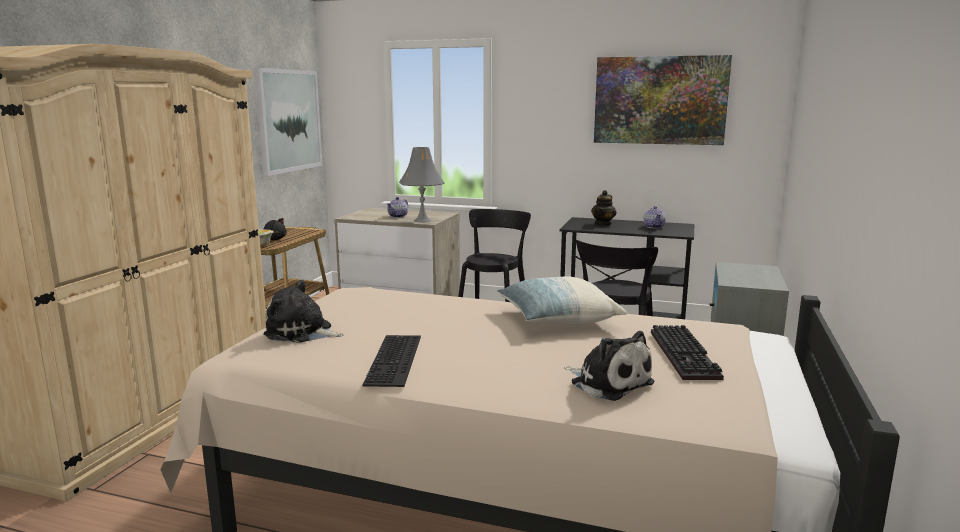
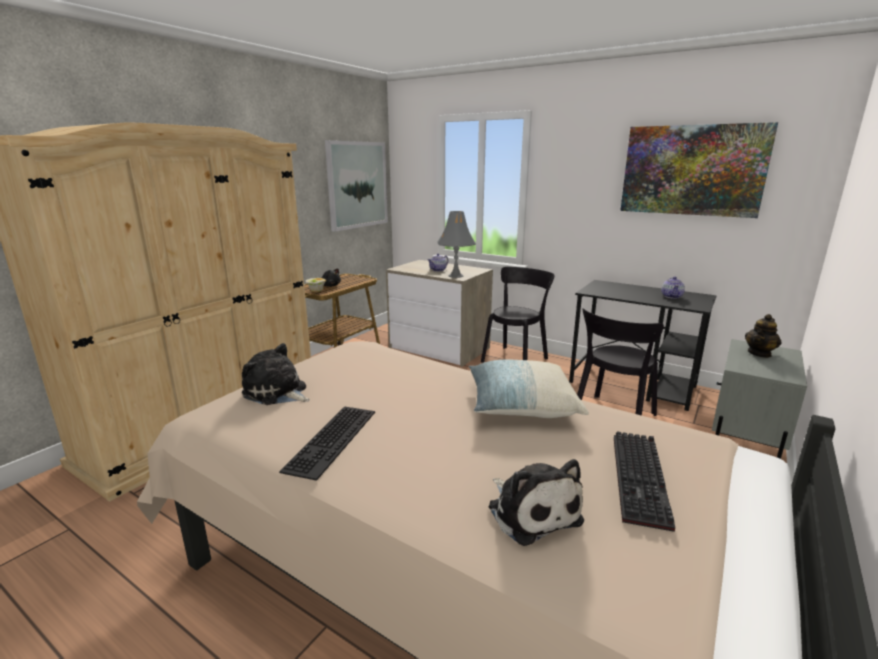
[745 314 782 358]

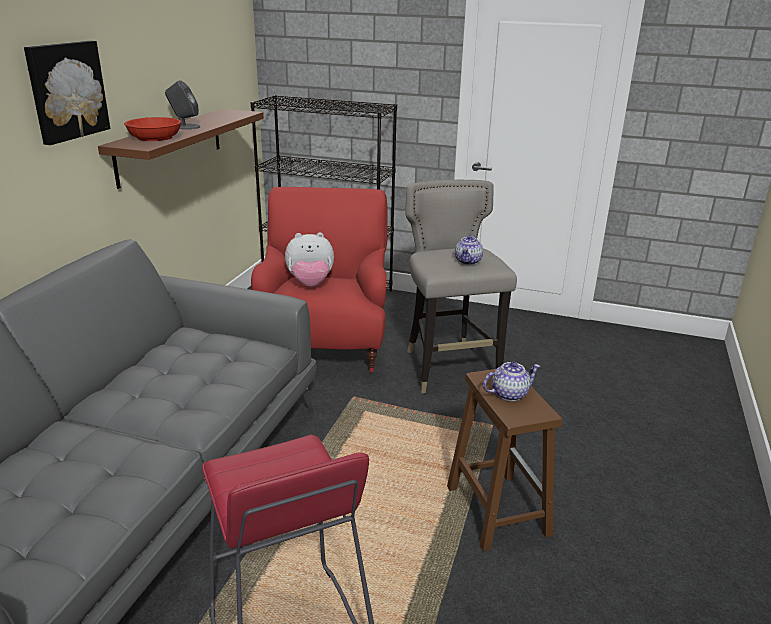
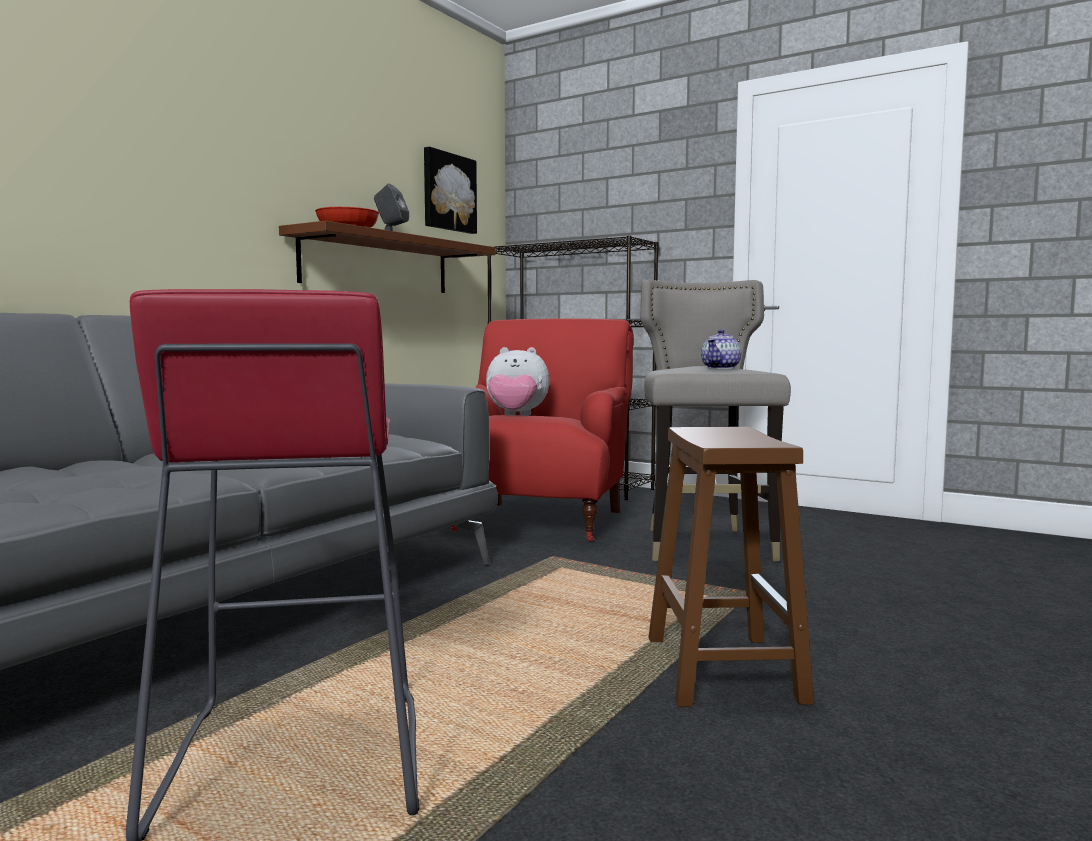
[483 362 541 401] (first image)
[424 147 477 234]

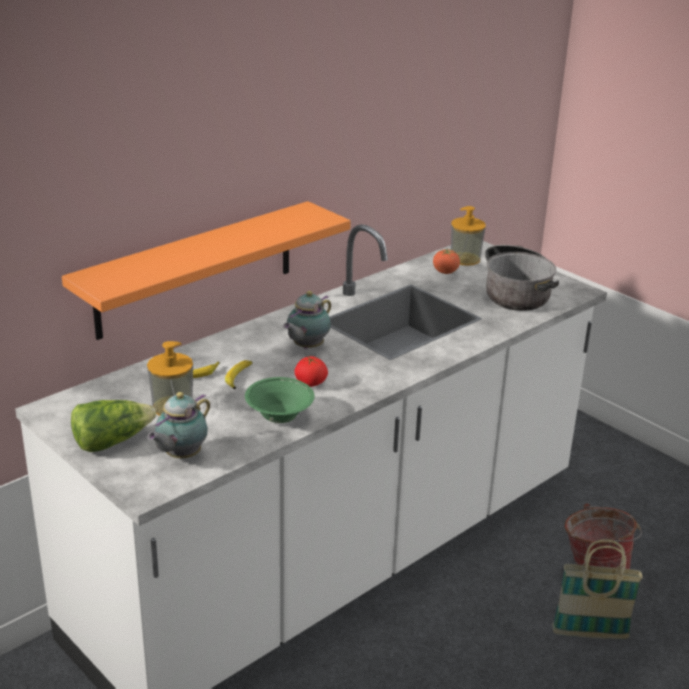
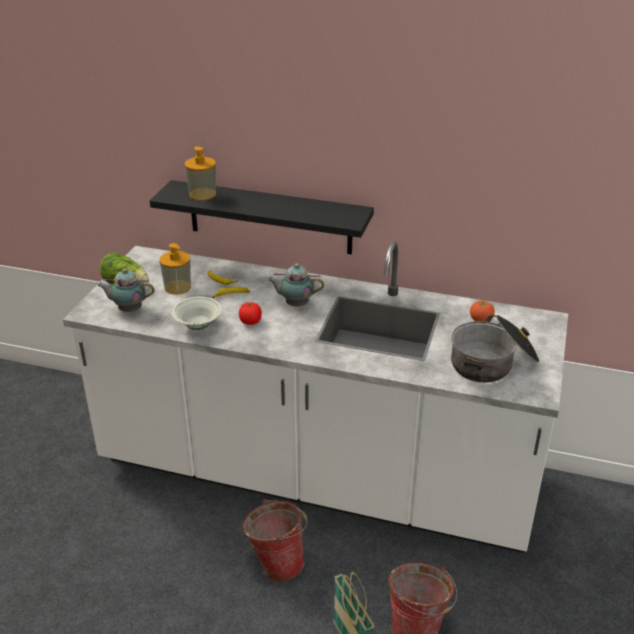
[243 499 308 581]
[185 146 216 200]
[150 180 374 255]
[172 297 221 330]

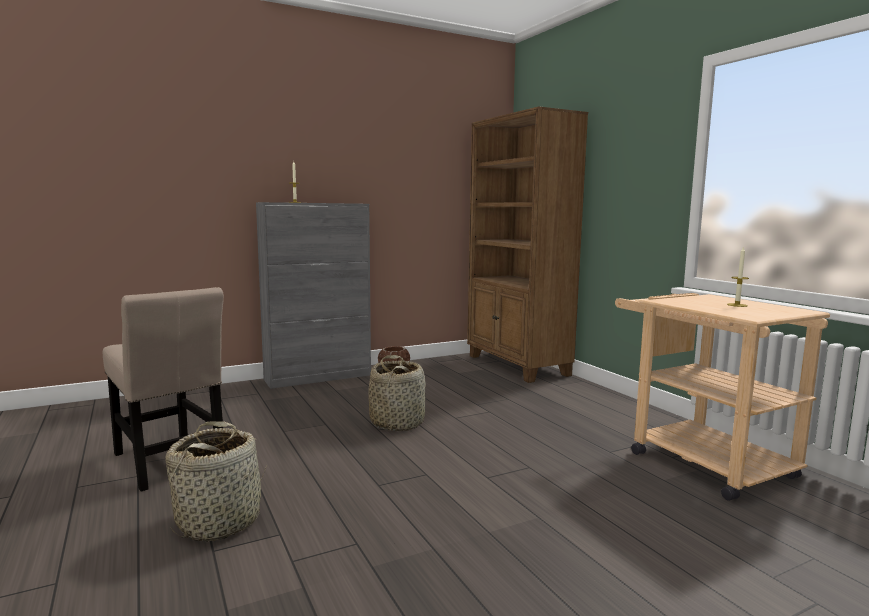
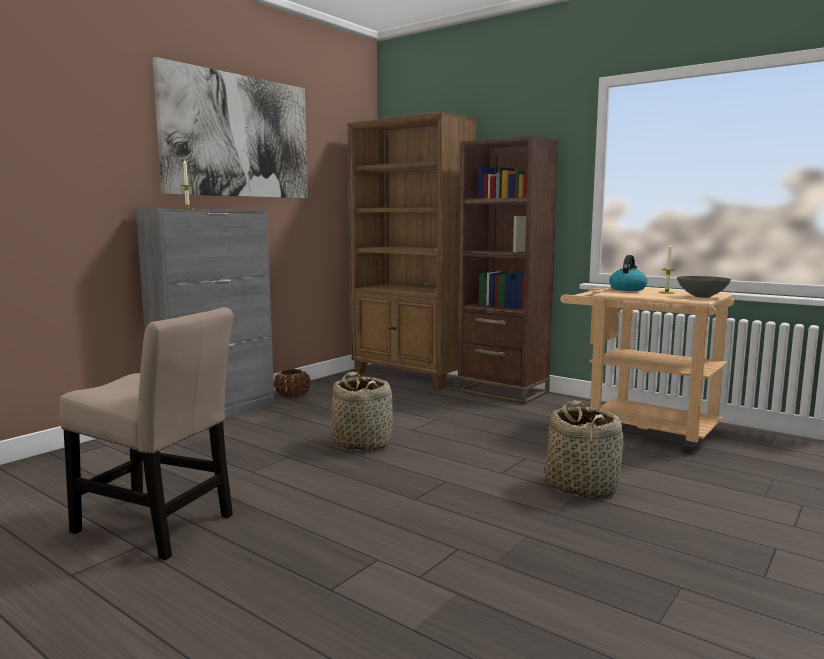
[152 57 308 198]
[457 136 559 405]
[609 255 647 291]
[677 276 731 298]
[545 400 623 498]

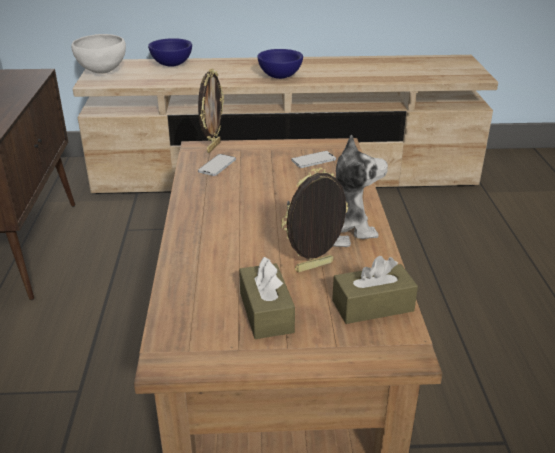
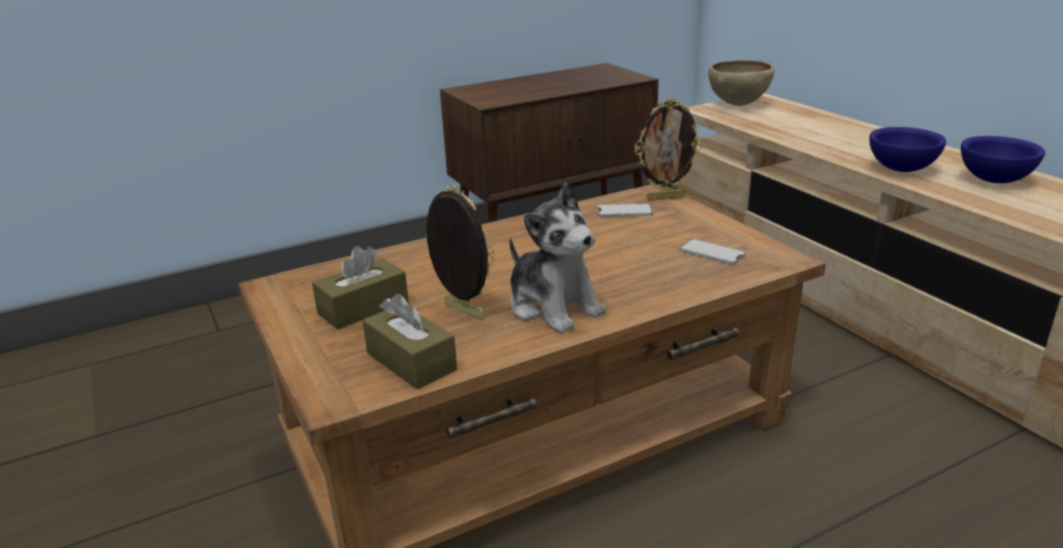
[961 136 1045 183]
[708 60 774 106]

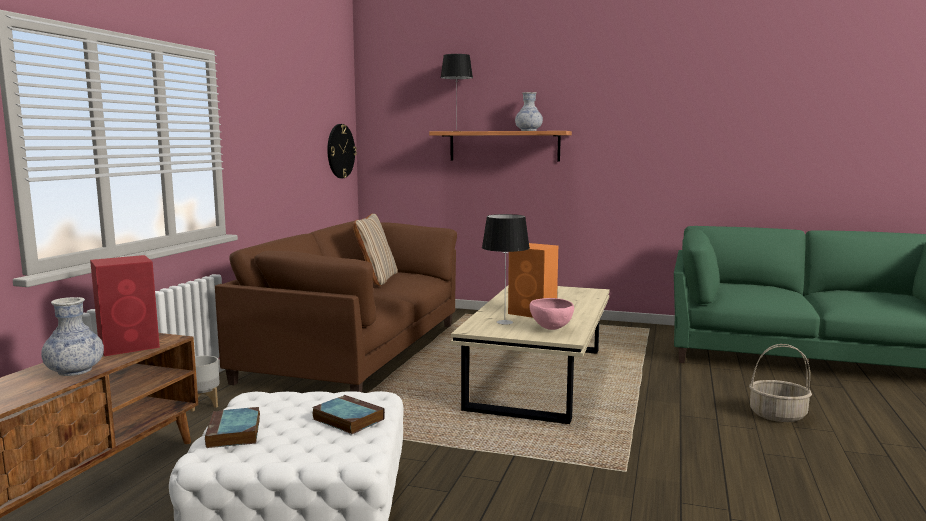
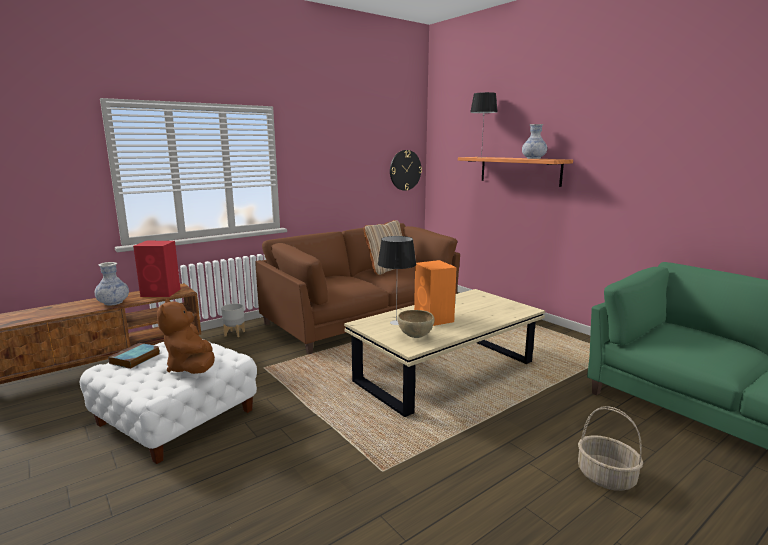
[157 299 215 374]
[397 310 435 338]

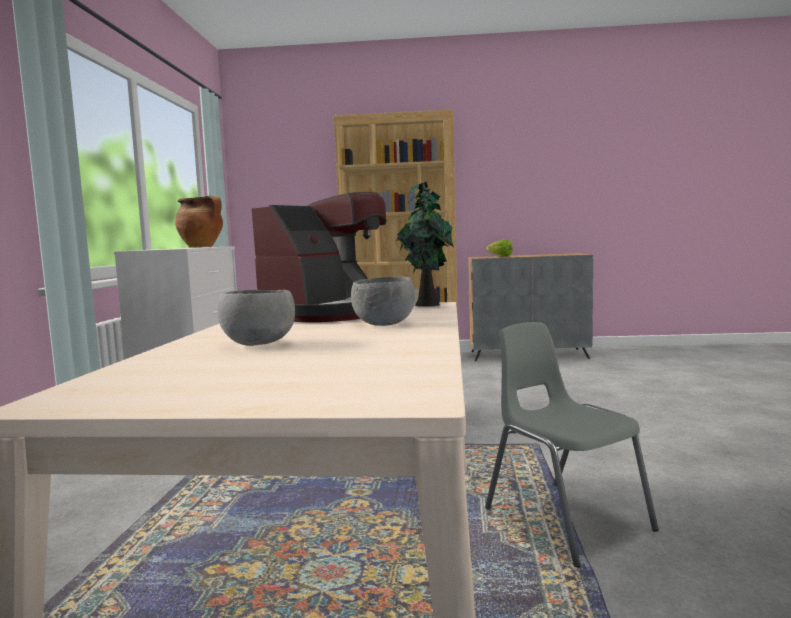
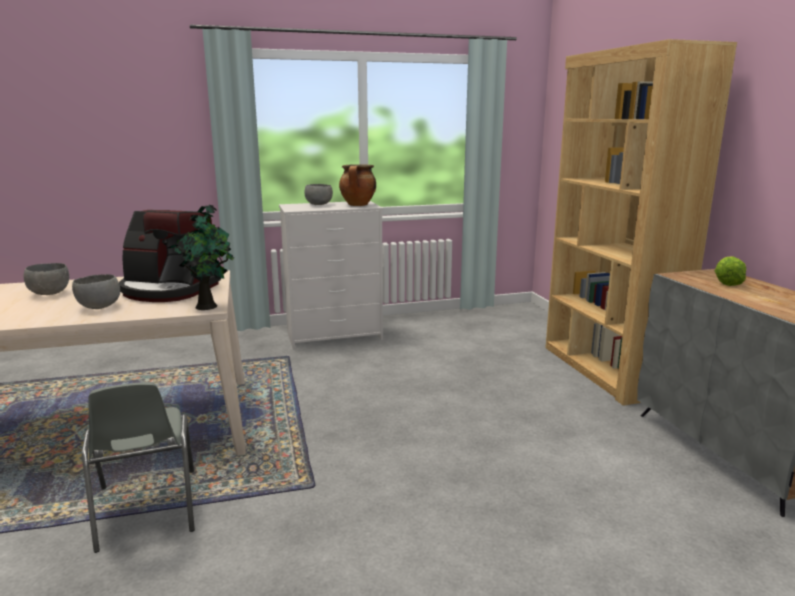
[304 184 333 205]
[82 382 195 553]

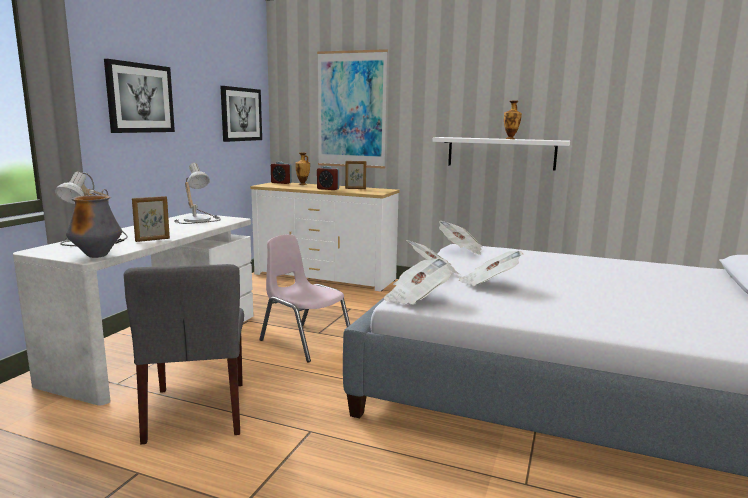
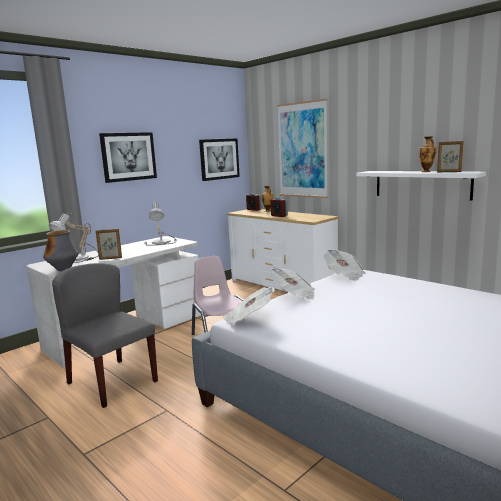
[459 251 523 286] (first image)
[437 141 464 172]
[52 263 158 408]

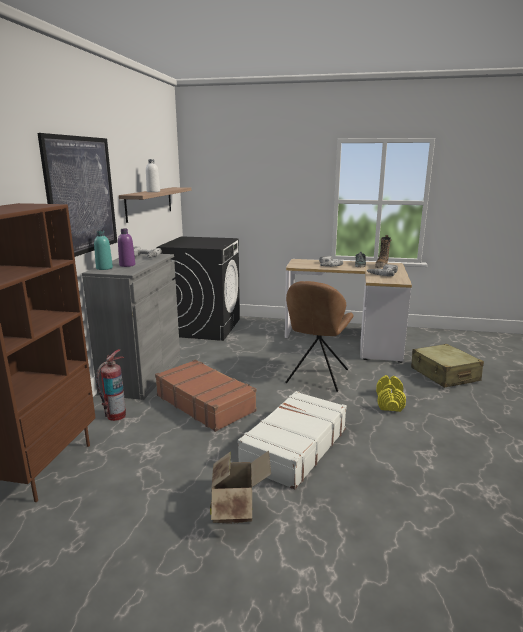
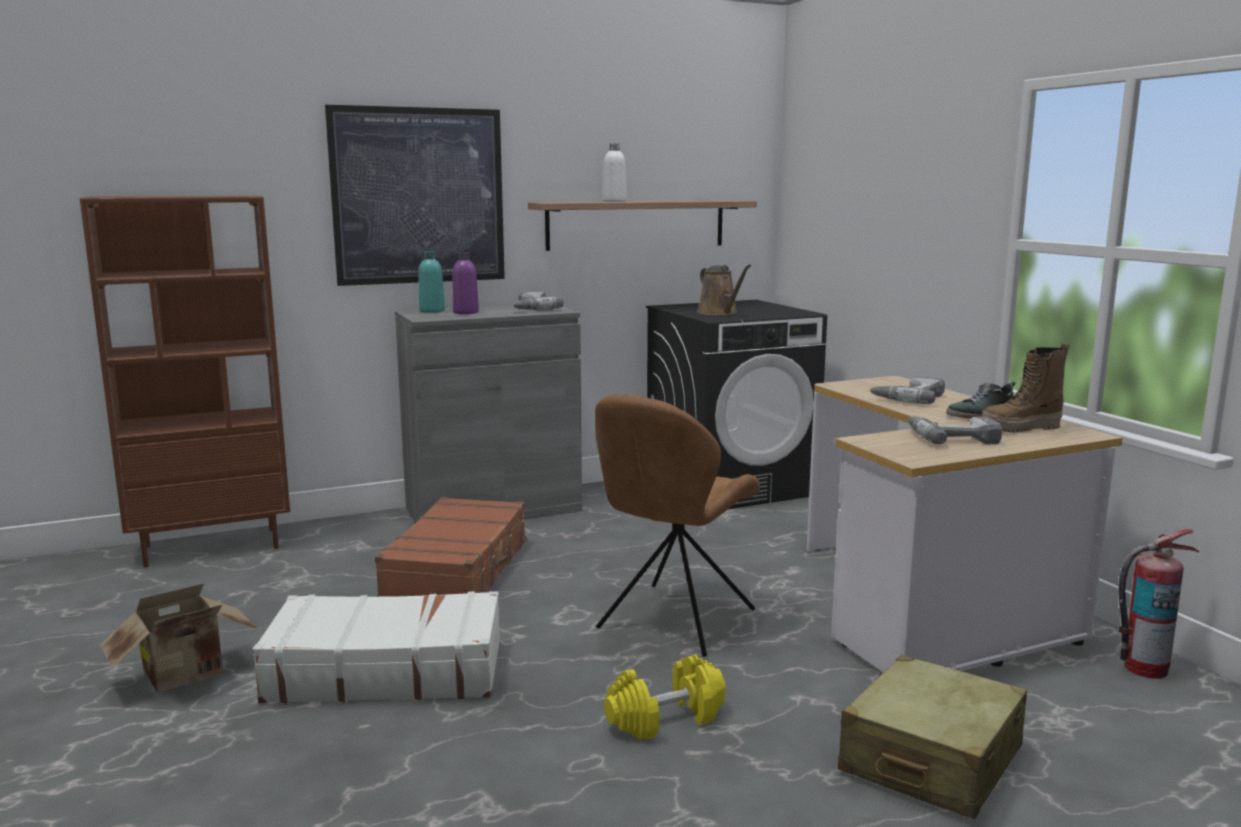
[697 264 751 315]
[1118 529 1199 679]
[595 395 760 657]

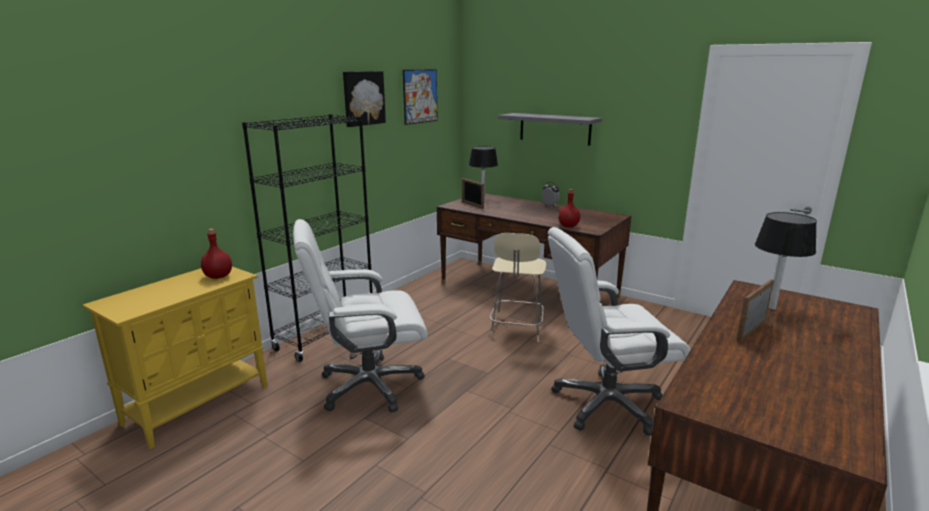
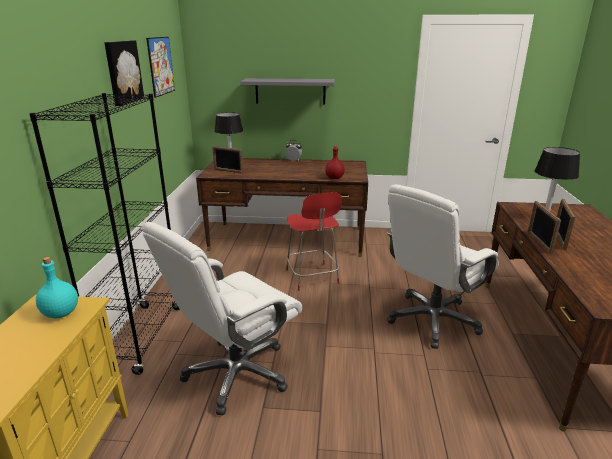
[528 201 561 255]
[36 257 78 318]
[286 192 342 291]

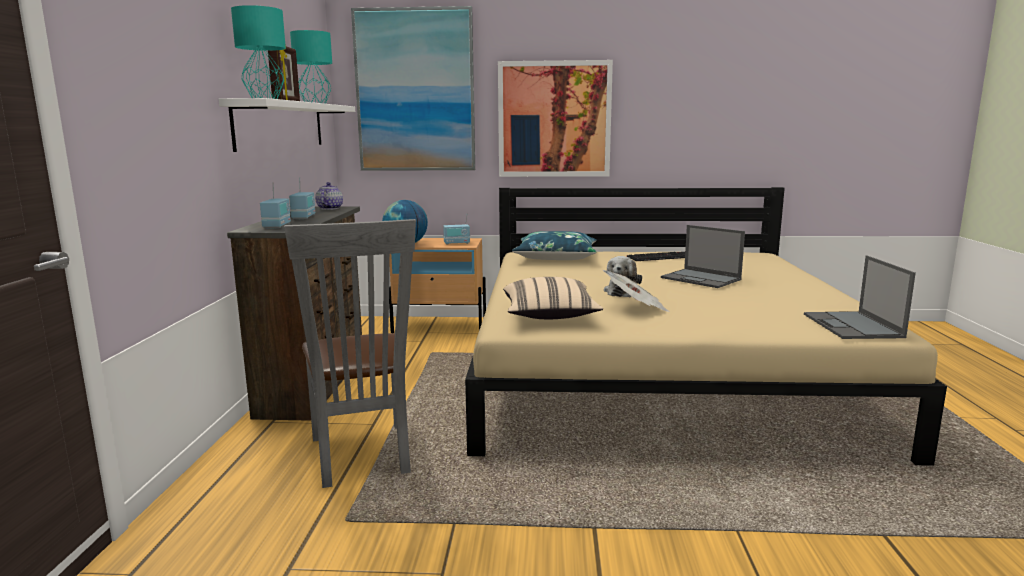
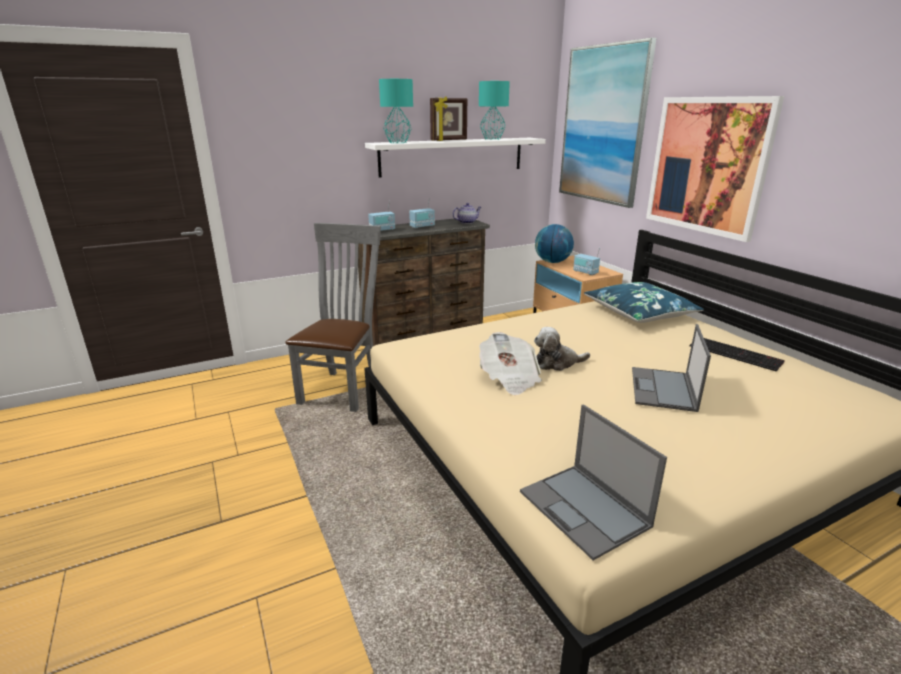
[503 277 603 319] (first image)
[285 223 381 412]
[520 404 667 560]

